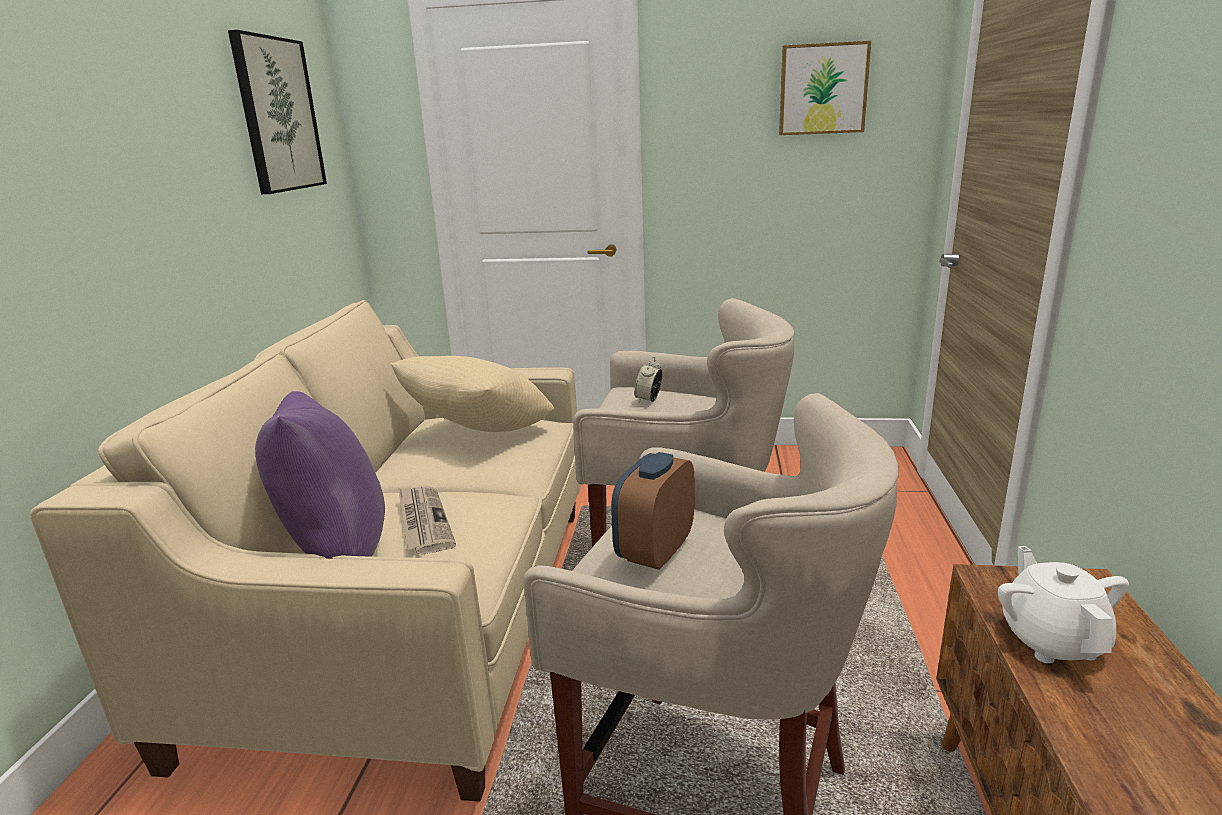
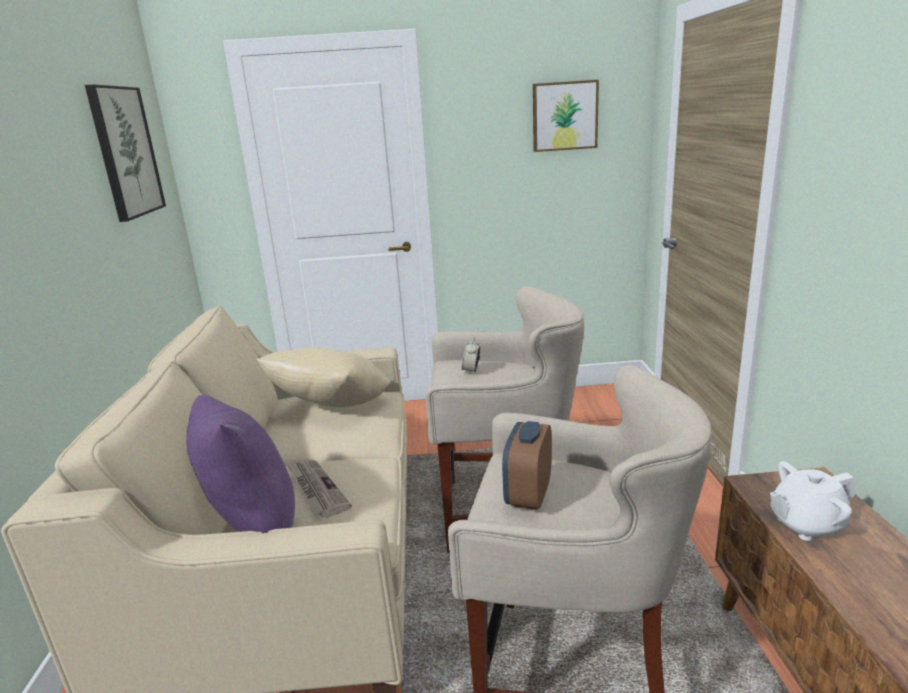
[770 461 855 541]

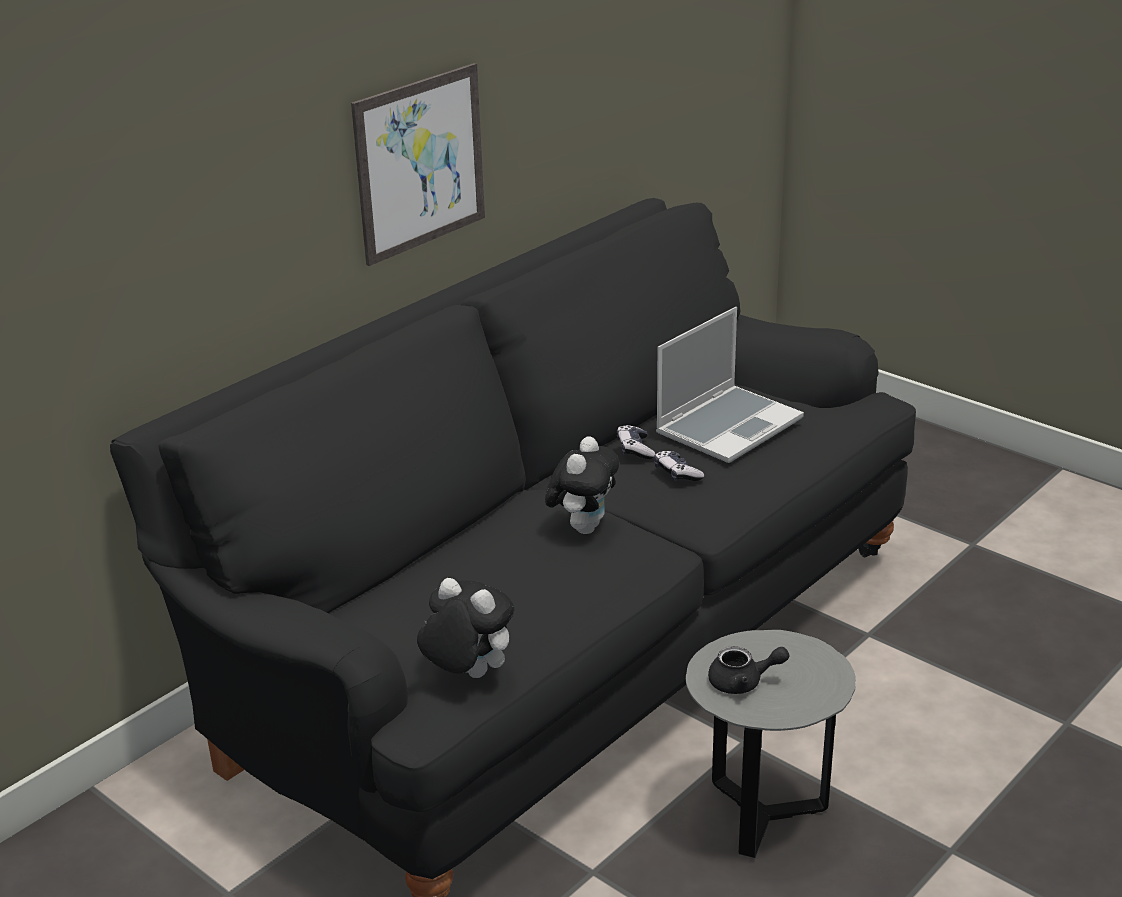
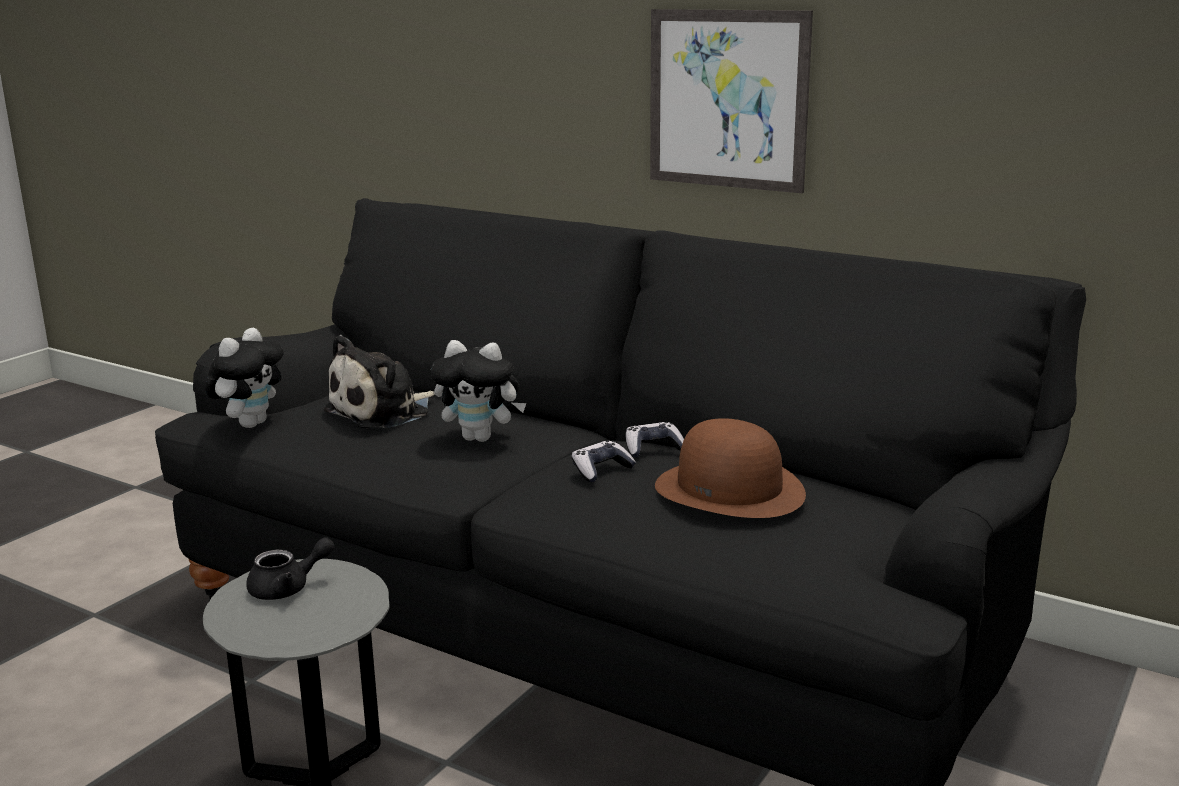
[323 335 434 428]
[655 418 806 518]
[246 537 334 600]

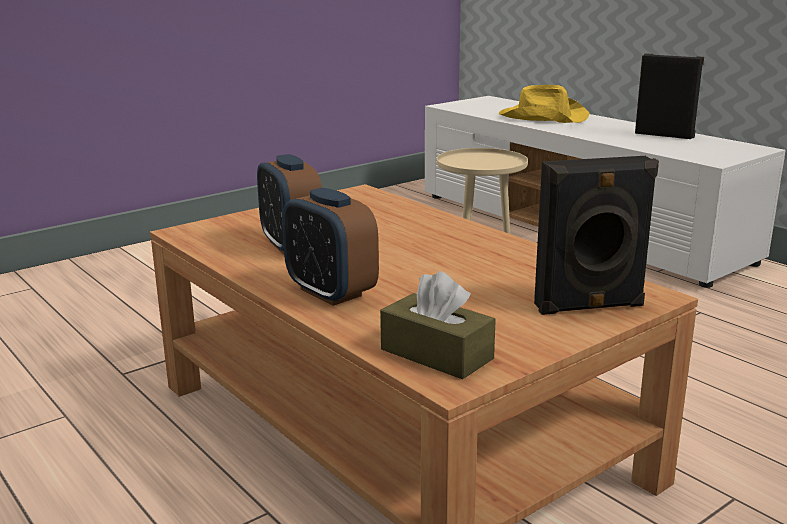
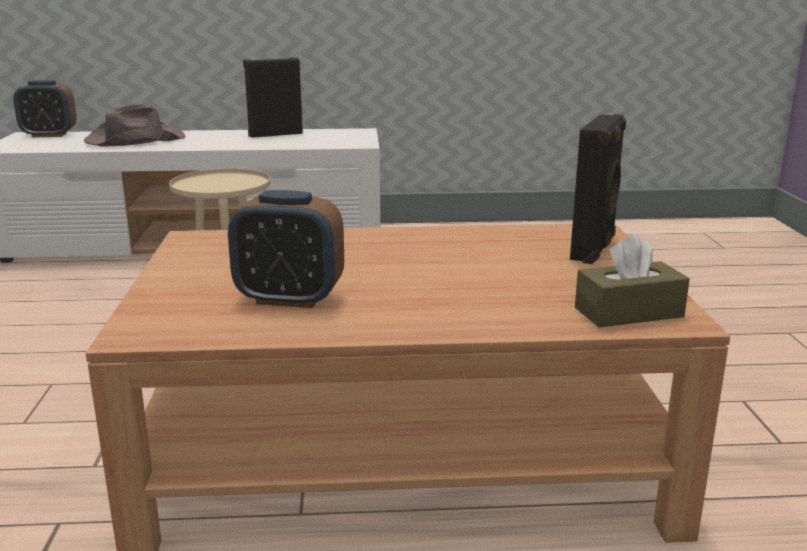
[13 80 77 137]
[84 104 185 147]

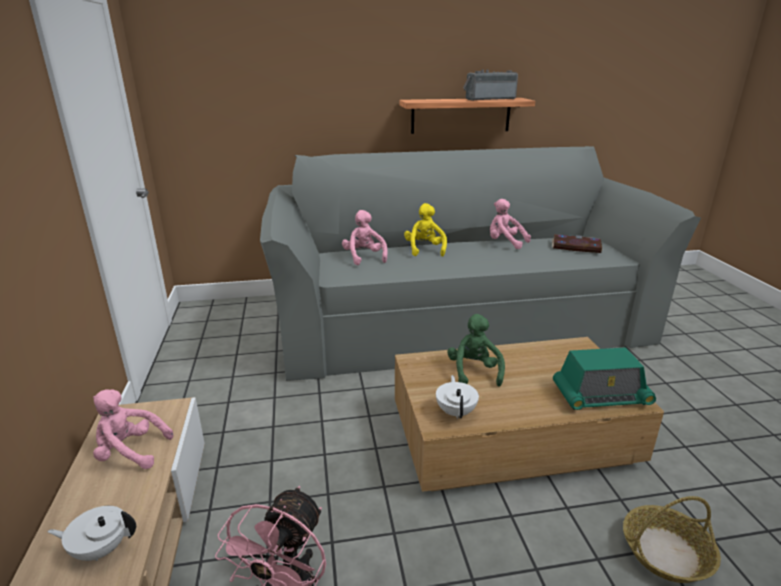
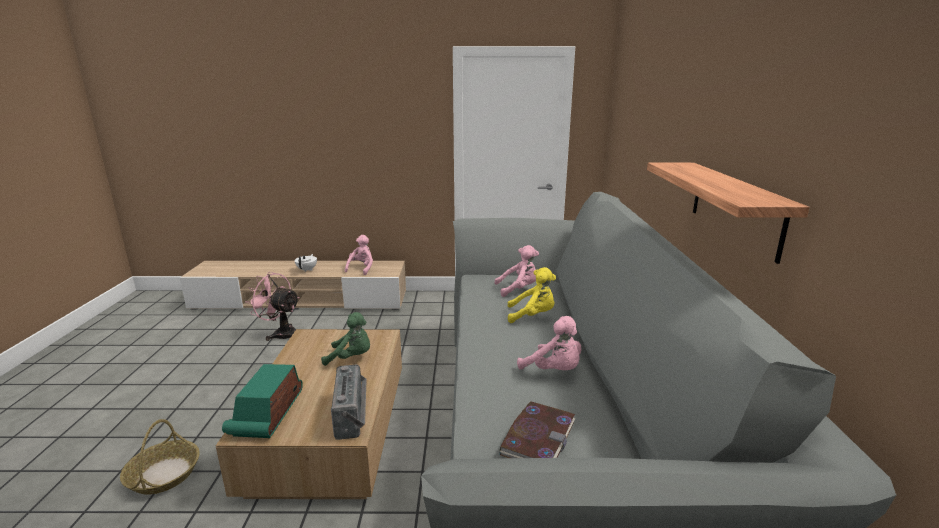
[436 375 479 419] (first image)
[331 365 367 440]
[517 316 581 370]

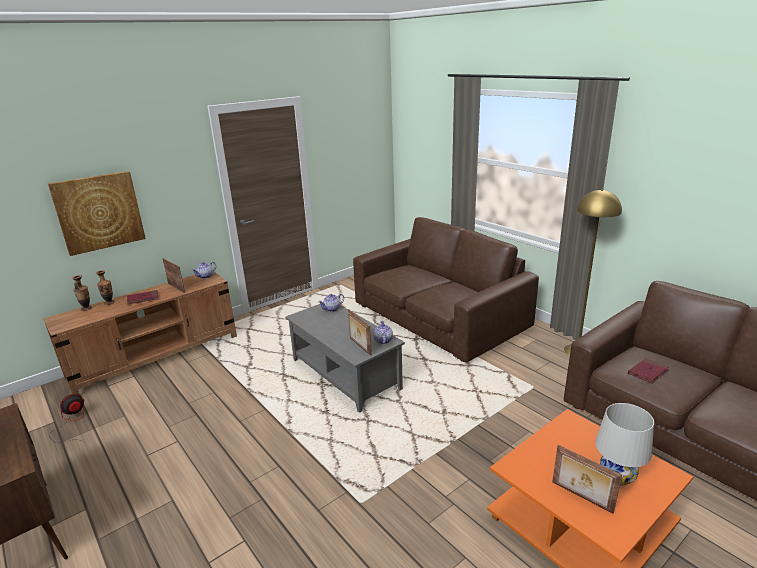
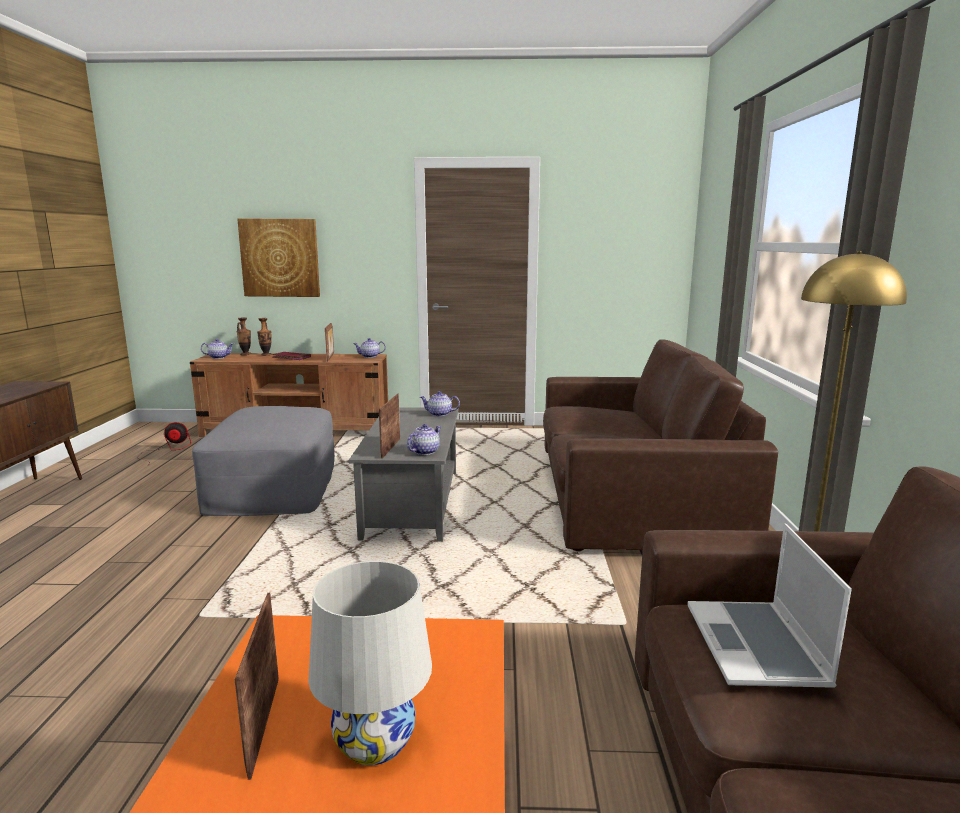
[192 406 335 516]
[201 339 234 359]
[687 523 852 687]

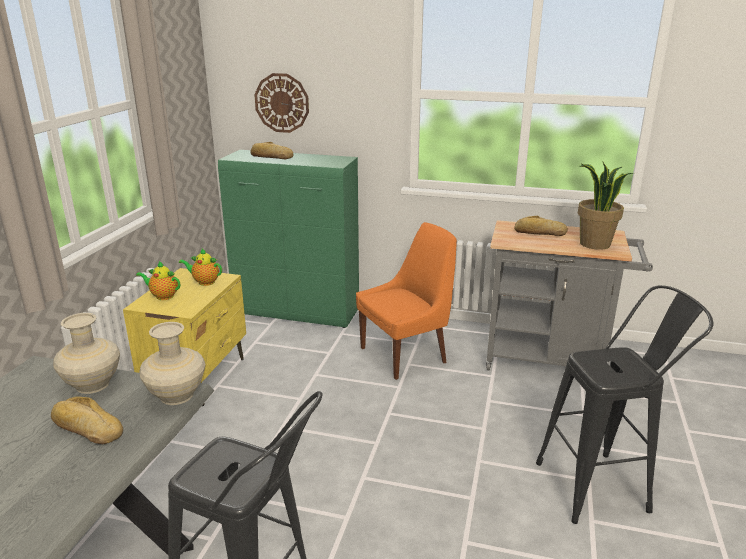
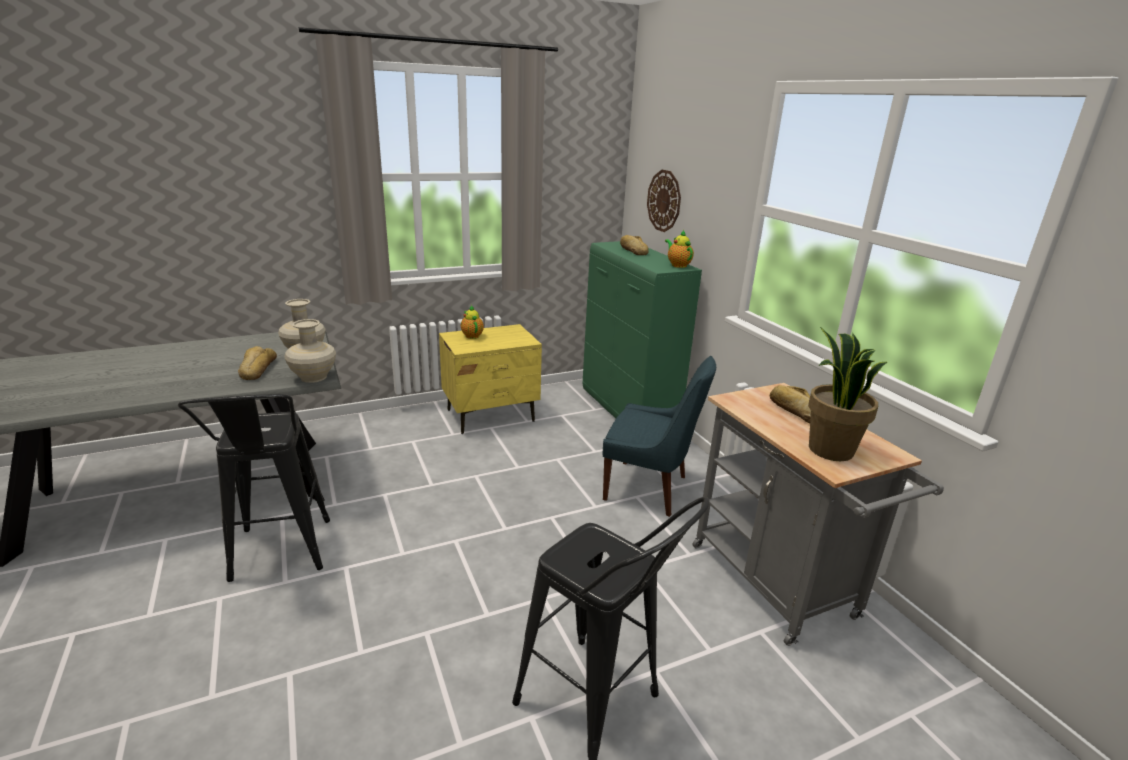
[665 230 694 268]
[603 356 716 517]

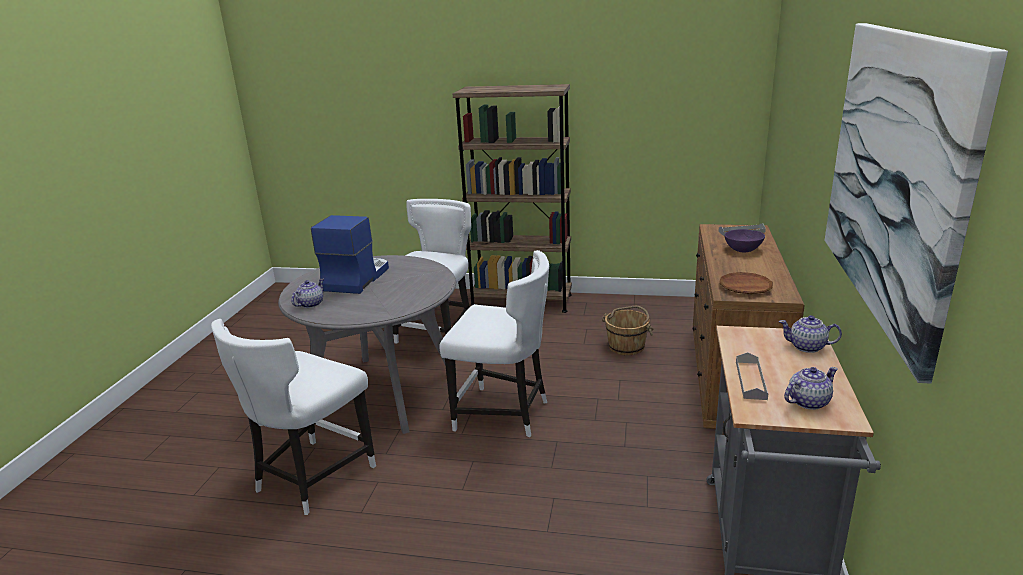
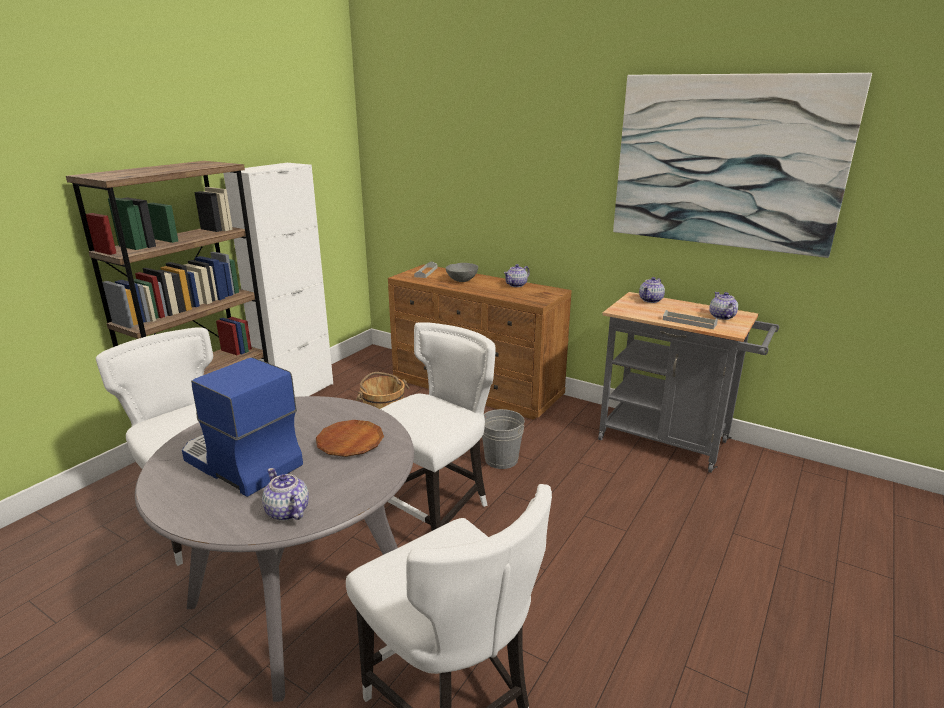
[223 163 333 397]
[482 409 525 469]
[504 264 530 287]
[316 420 384 457]
[446 263 478 282]

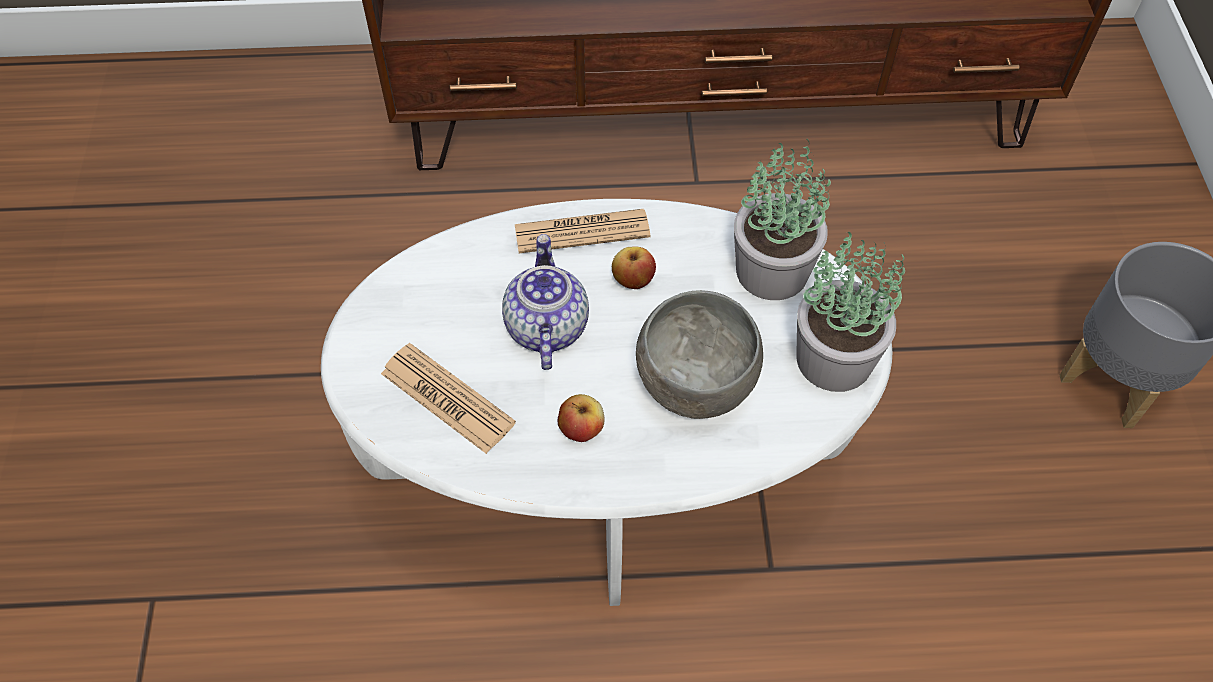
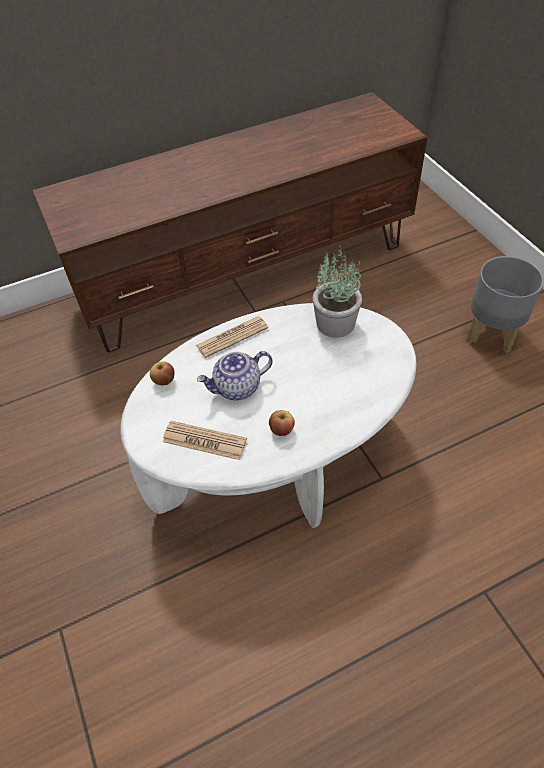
[636 290 763 419] (first image)
[796 232 905 392] (first image)
[150 362 175 385]
[197 351 272 400]

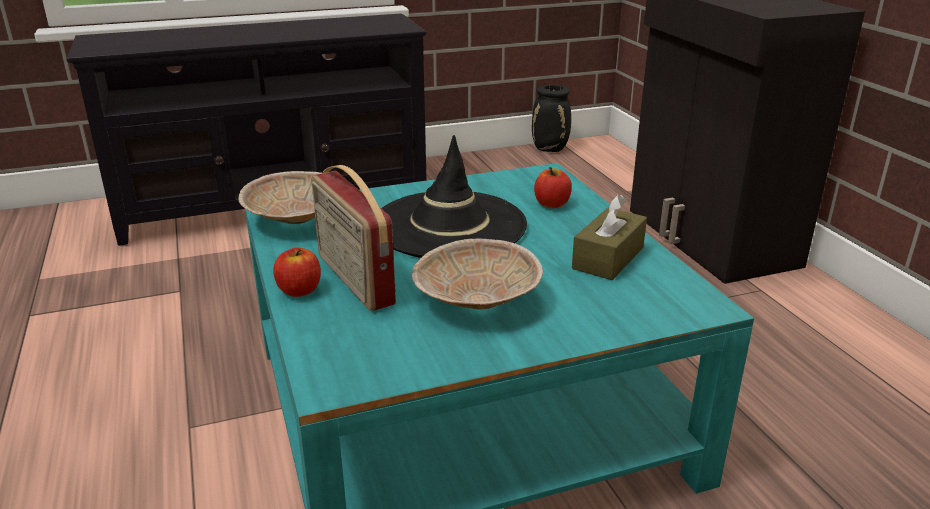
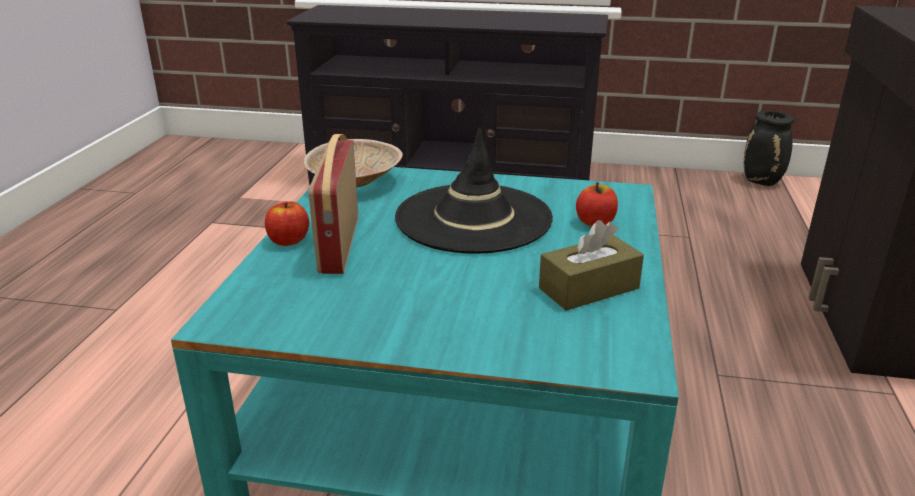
[412 238 543 309] (first image)

